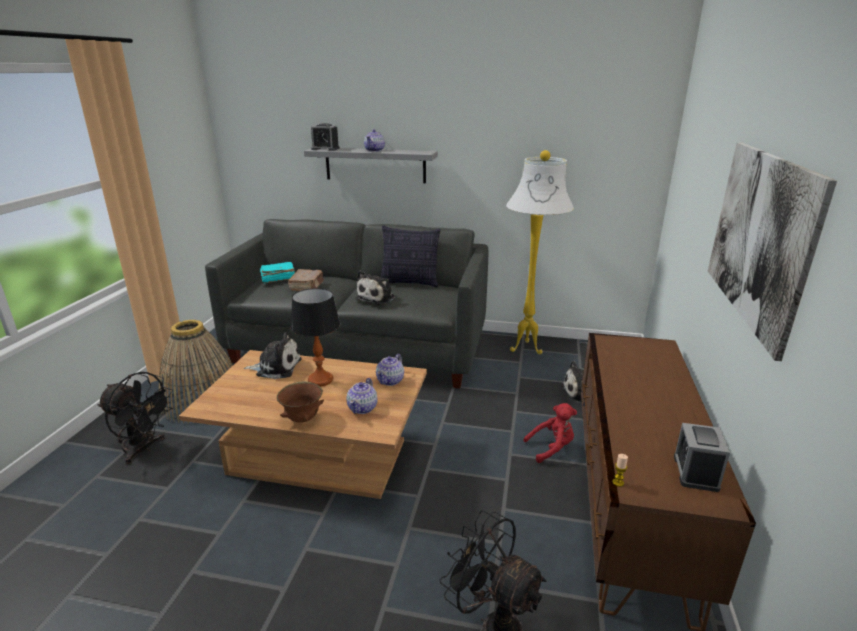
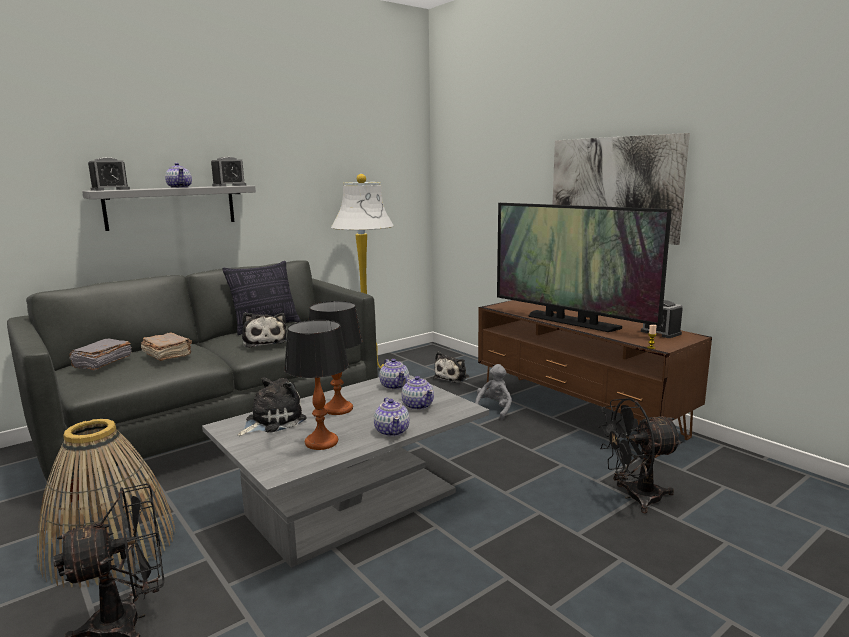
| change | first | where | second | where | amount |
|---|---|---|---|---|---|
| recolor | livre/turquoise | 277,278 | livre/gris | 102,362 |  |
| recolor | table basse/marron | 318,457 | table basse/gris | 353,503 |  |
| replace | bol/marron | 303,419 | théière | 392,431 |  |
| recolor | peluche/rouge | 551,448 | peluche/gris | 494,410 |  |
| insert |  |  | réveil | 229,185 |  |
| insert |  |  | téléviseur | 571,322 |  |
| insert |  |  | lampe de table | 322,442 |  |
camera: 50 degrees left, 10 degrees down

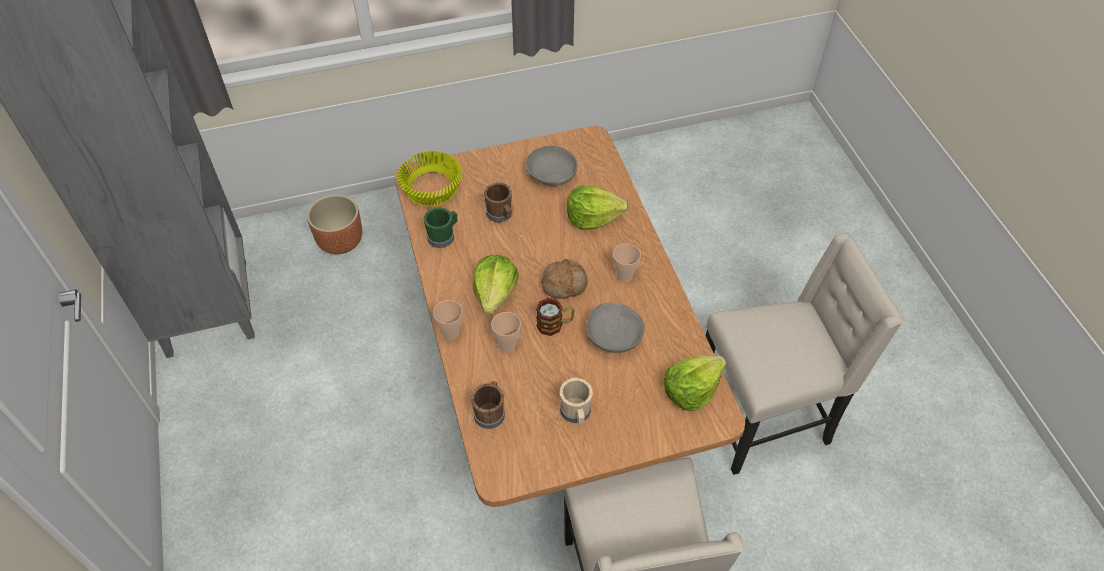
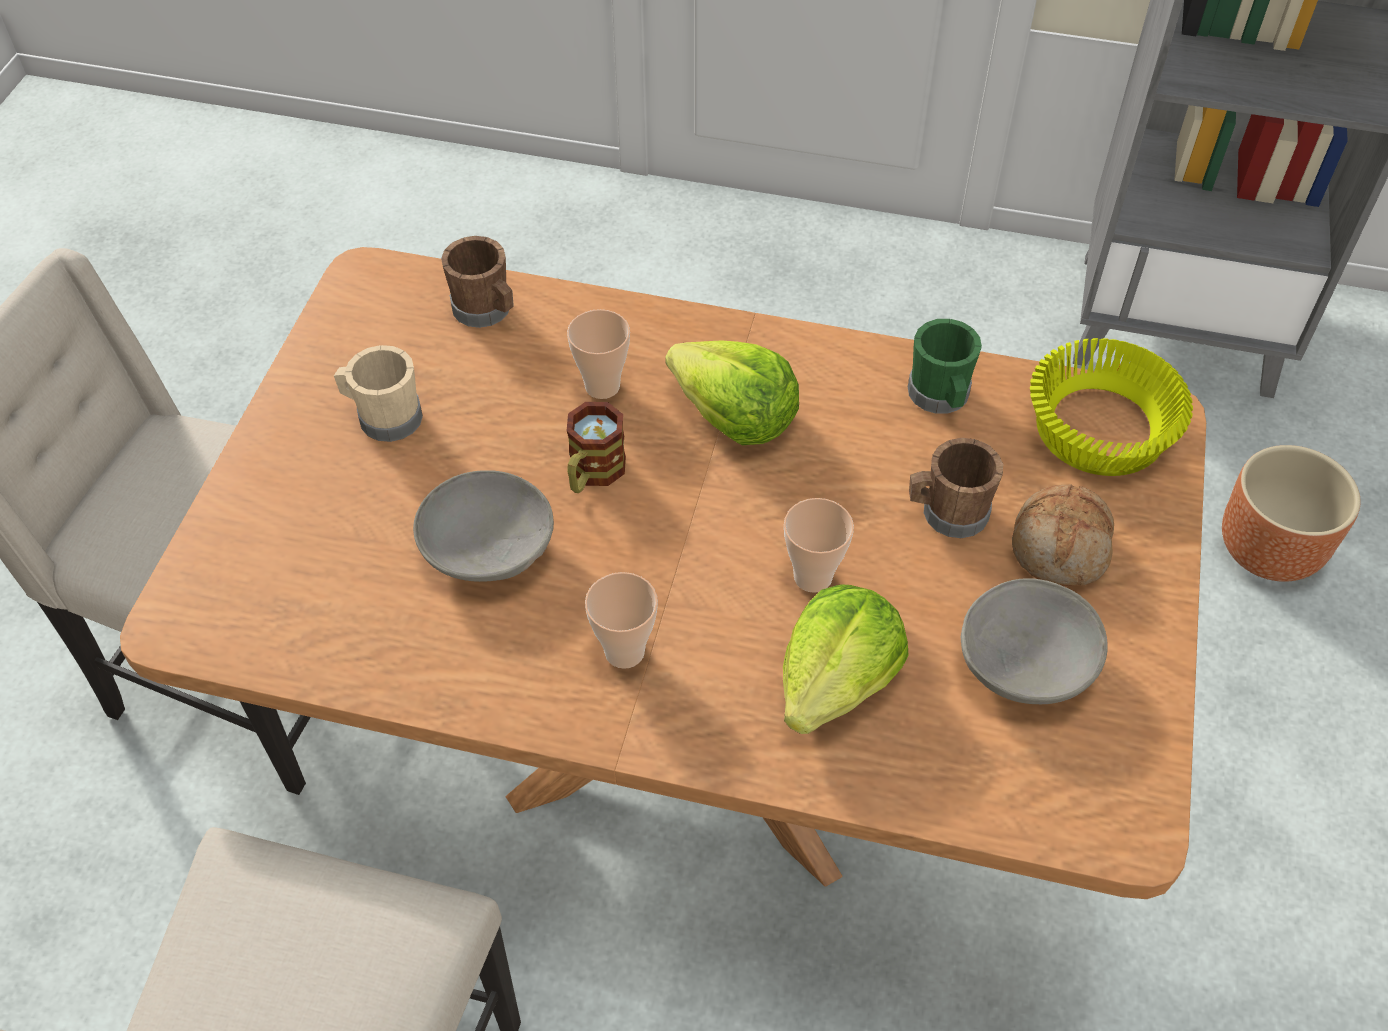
| change | first | where | second | where | amount |
|---|---|---|---|---|---|
| move | pain | 564,283 |  | 1061,547 |  |
| move | tasse | 450,333 |  | 813,577 |  |
| delete | laitue | 691,390 |  |  |  |
camera: 120 degrees right, 0 degrees up

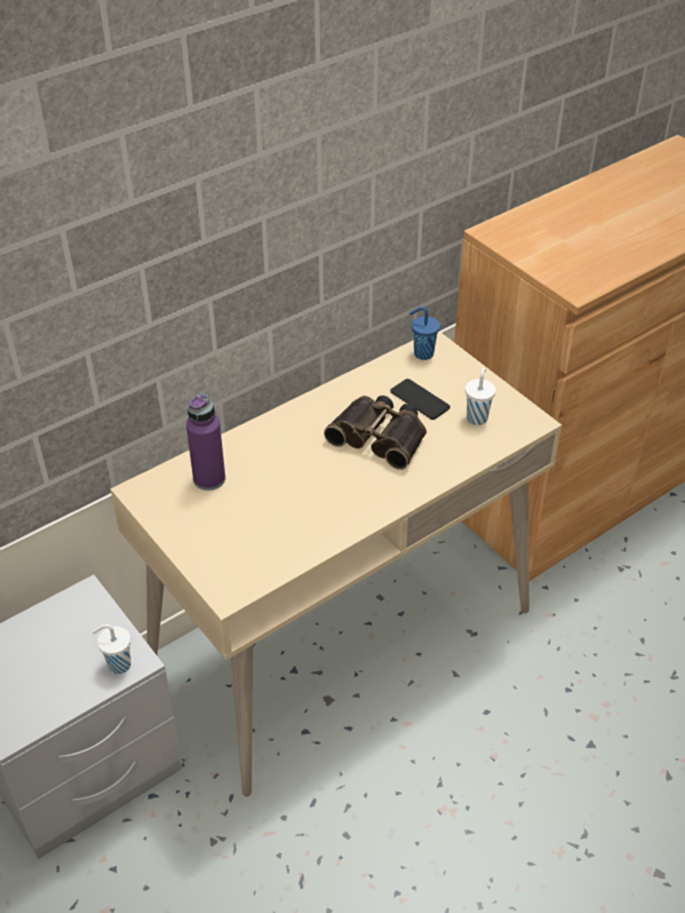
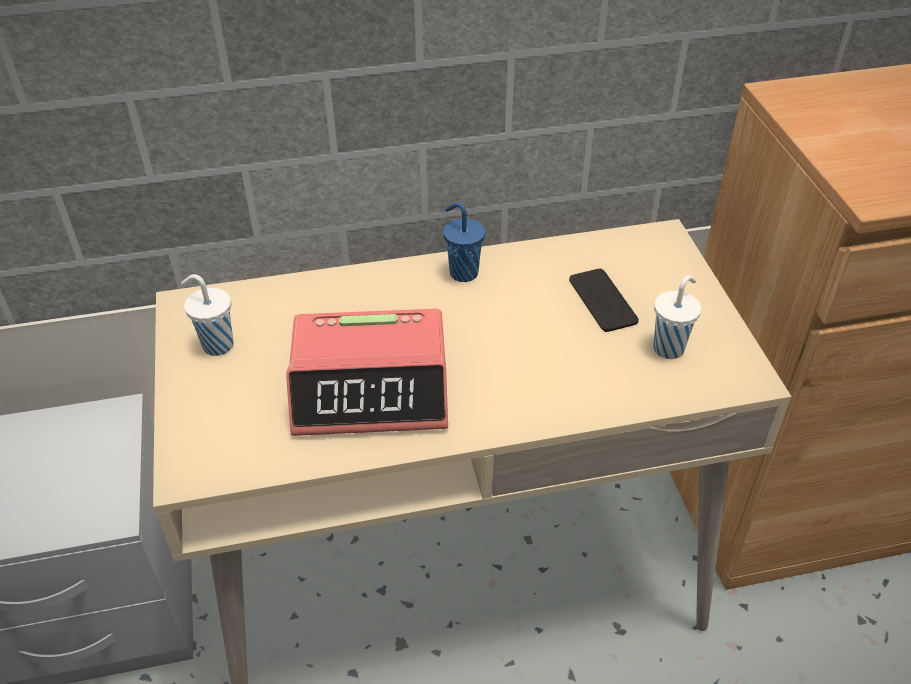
| change | first | where | second | where | amount |
|---|---|---|---|---|---|
| move | tasse/bleu | 422,354 |  | 462,272 |  |
| delete | bouteille/violet | 209,479 |  |  |  |
| delete | jumelles | 380,436 |  |  |  |
| move | tasse/blanc | 118,665 |  | 216,345 |  |
| insert |  |  | réveil | 372,387 |  |
camera: 25 degrees right, 0 degrees up

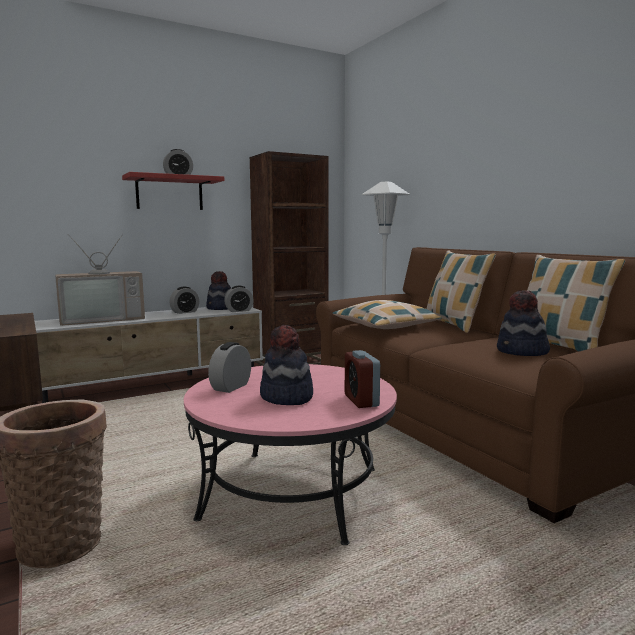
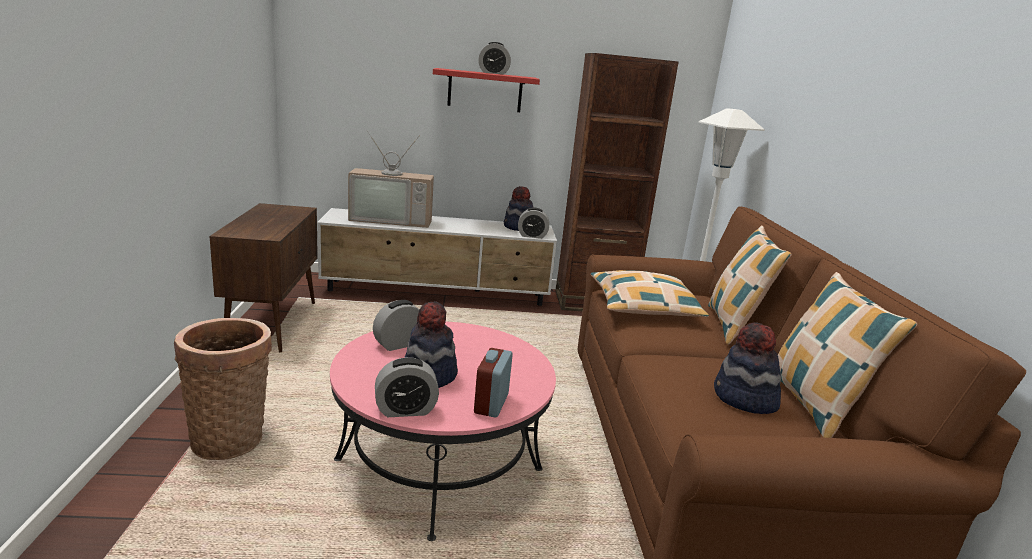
| change | first | where | second | where | amount |
|---|---|---|---|---|---|
| move | réveil | 185,312 |  | 405,410 |  |
camera: 25 degrees right, 10 degrees up

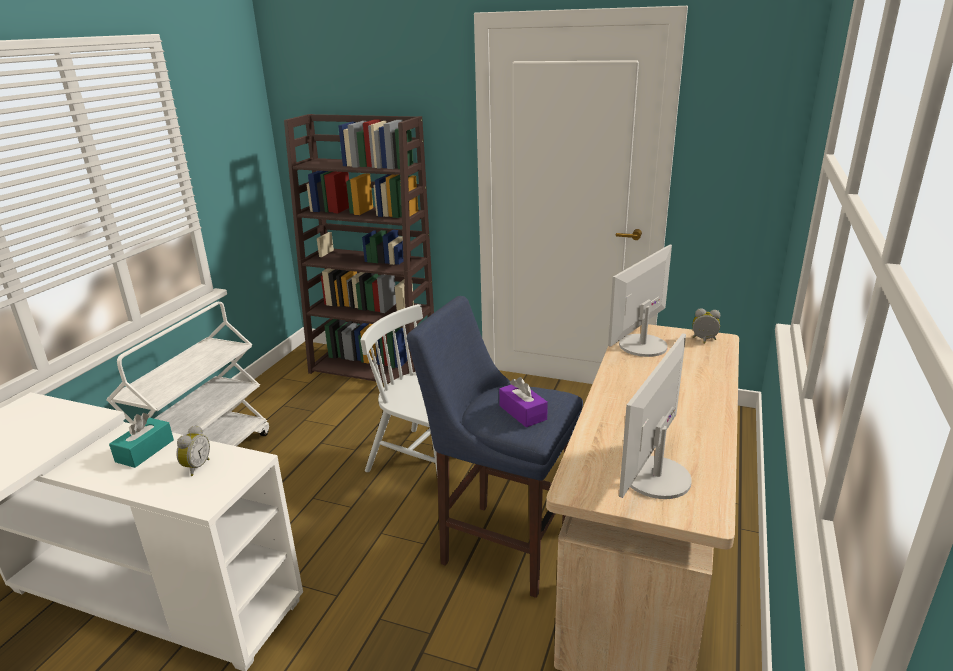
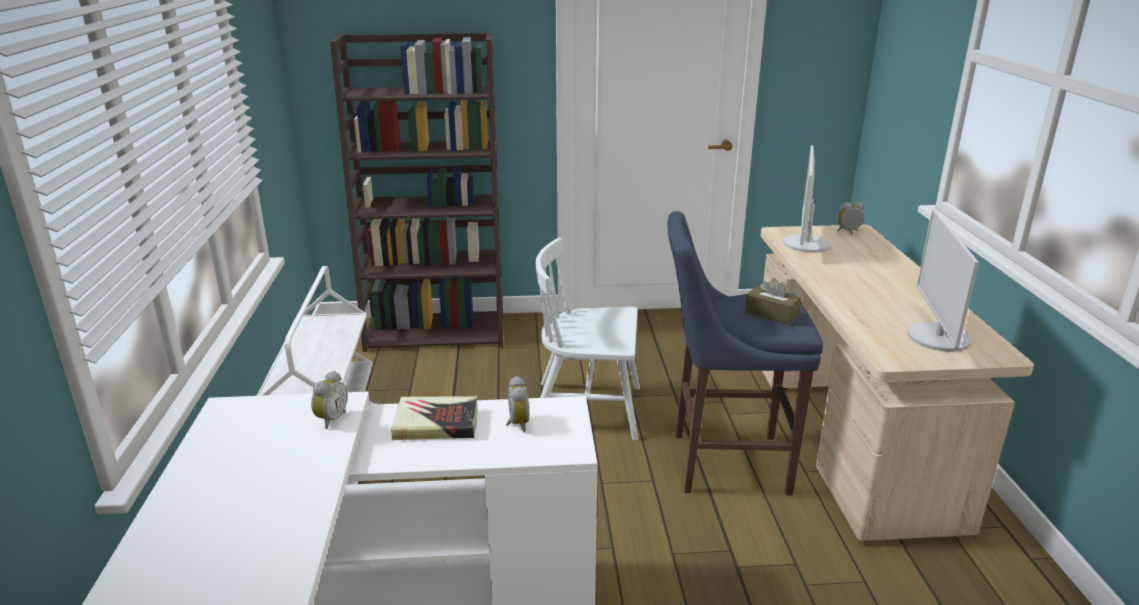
| change | first | where | second | where | amount |
|---|---|---|---|---|---|
| recolor | boîte à mouchoirs/violet | 522,412 | boîte à mouchoirs/marron | 771,314 |  |
| replace | boîte à mouchoirs/turquoise | 145,451 | livre | 436,424 |  |
| insert |  |  | réveil | 330,419 |  |
camera: 25 degrees left, 0 degrees up

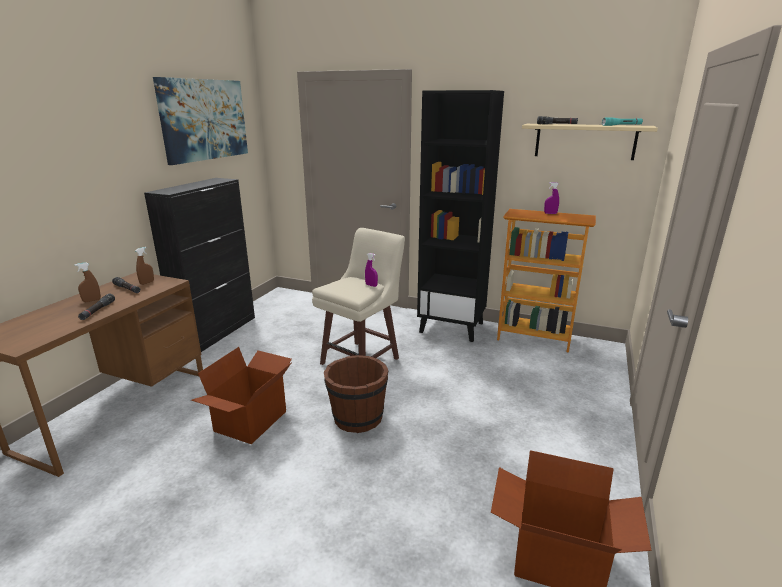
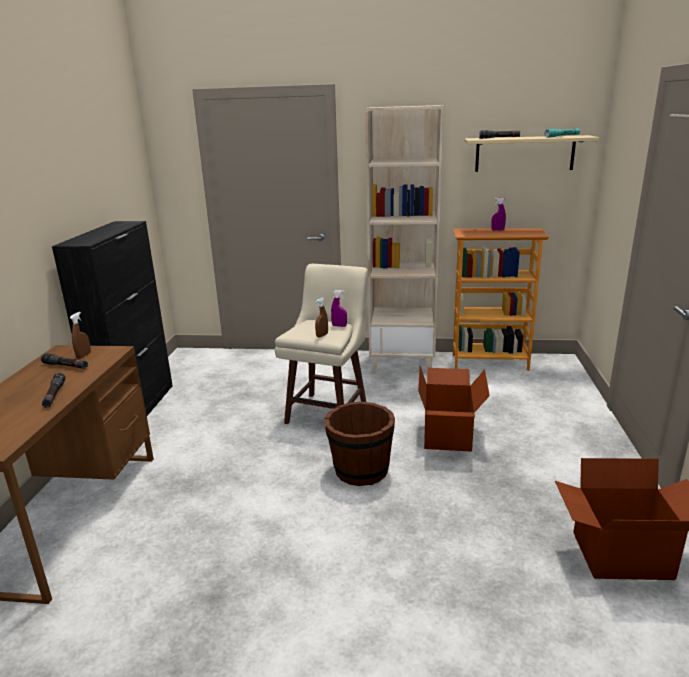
| change | first | where | second | where | amount |
|---|---|---|---|---|---|
| delete | tableau | 204,120 |  |  |  |
| recolor | bibliothèque/noir | 452,327 | bibliothèque/beige | 402,363 |  |
| move | vaporisateur/marron | 92,300 |  | 322,335 |  |
| move | carton | 252,421 |  | 448,435 |  |
camera: 15 degrees left, 0 degrees up

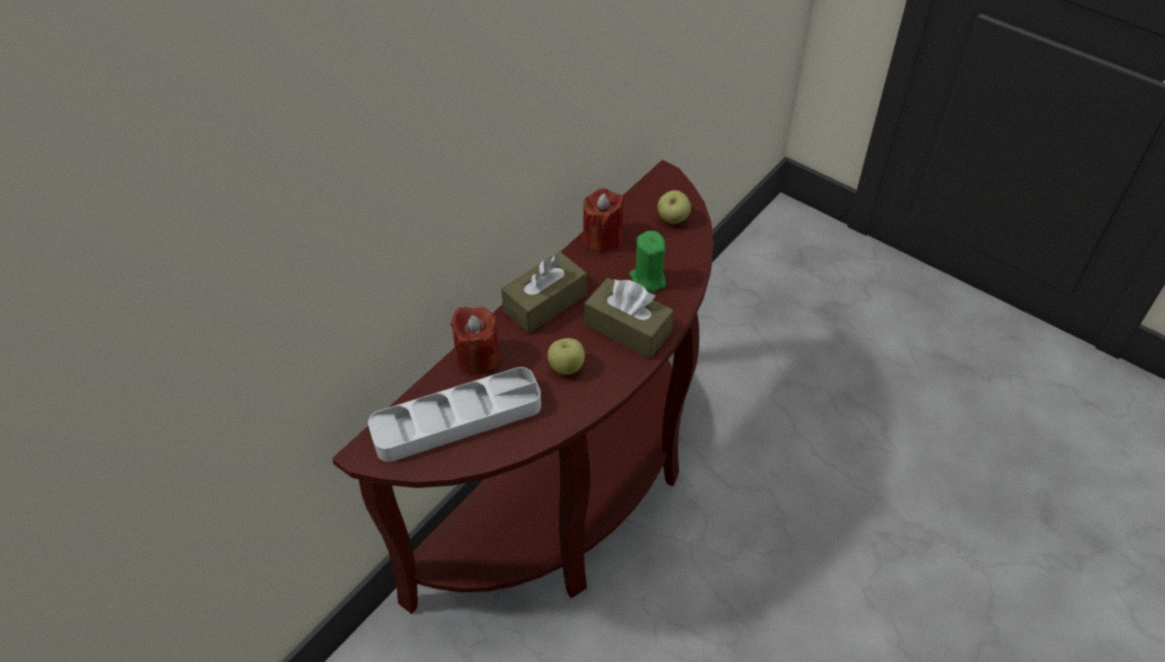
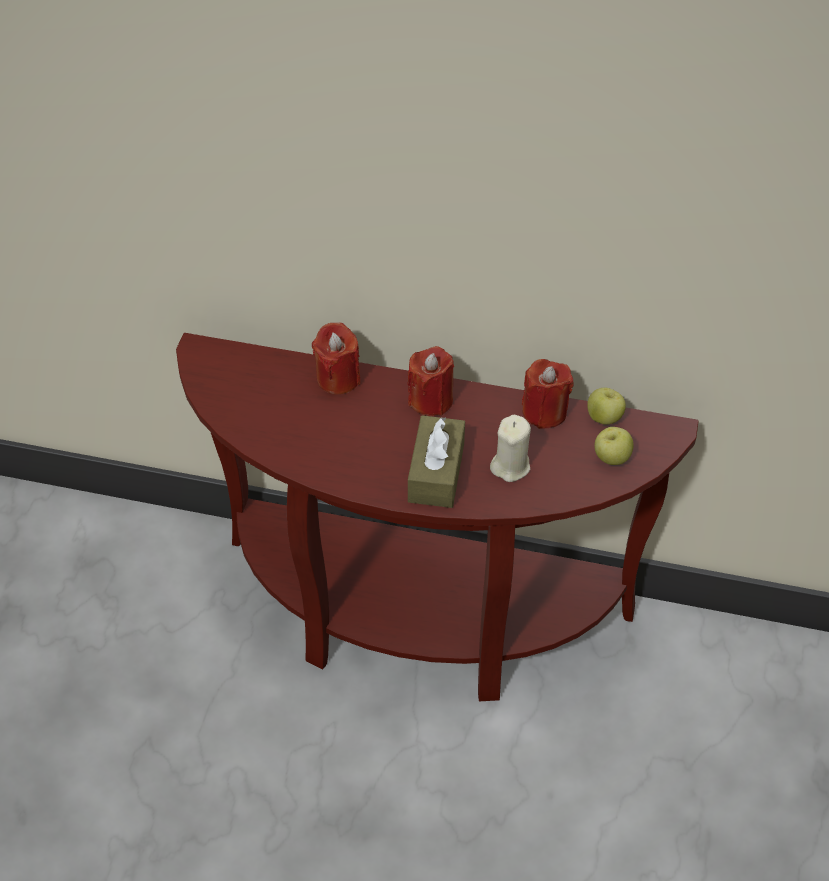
| change | first | where | second | where | amount |
|---|---|---|---|---|---|
| recolor | bougie/vert | 647,280 | bougie/beige | 510,466 |  |
| replace | boîte à mouchoirs/marron | 545,303 | bougie/rouge | 431,400 |  |
| move | pomme | 566,367 |  | 604,418 |  |
| delete | plateau/gris | 457,420 |  |  |  |
camera: 65 degrees right, 0 degrees up

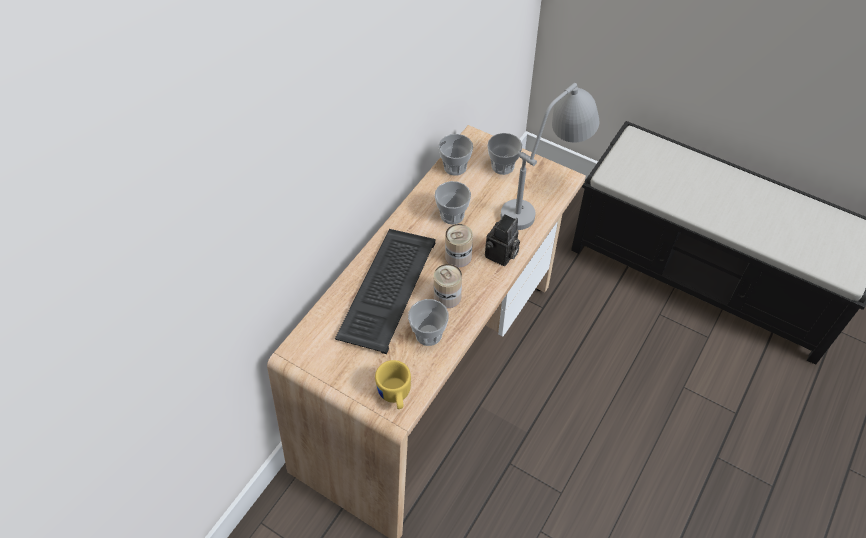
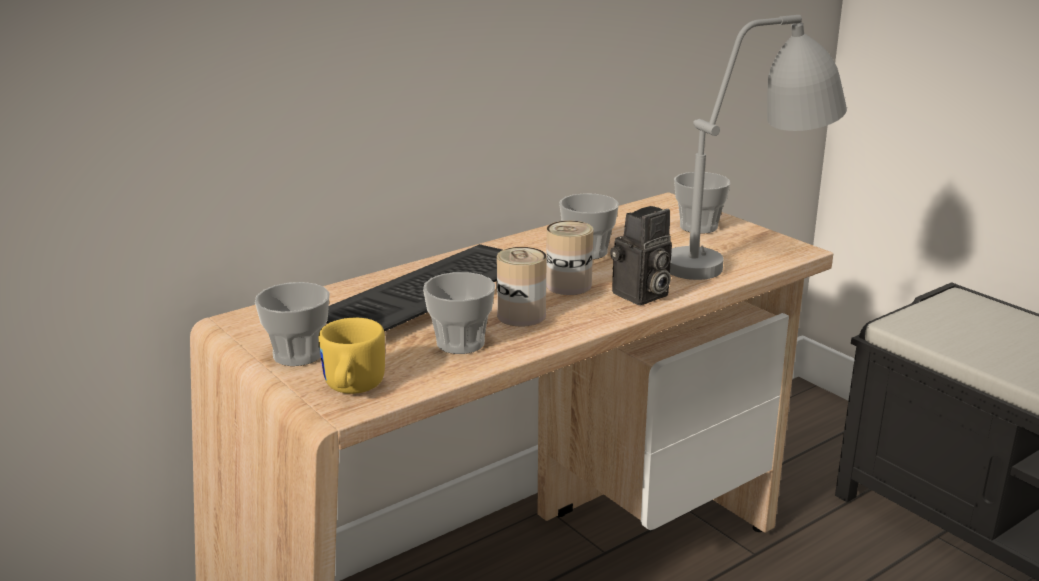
| change | first | where | second | where | amount |
|---|---|---|---|---|---|
| move | tasse | 455,167 |  | 298,354 |  |
camera: 20 degrees right, 30 degrees down

